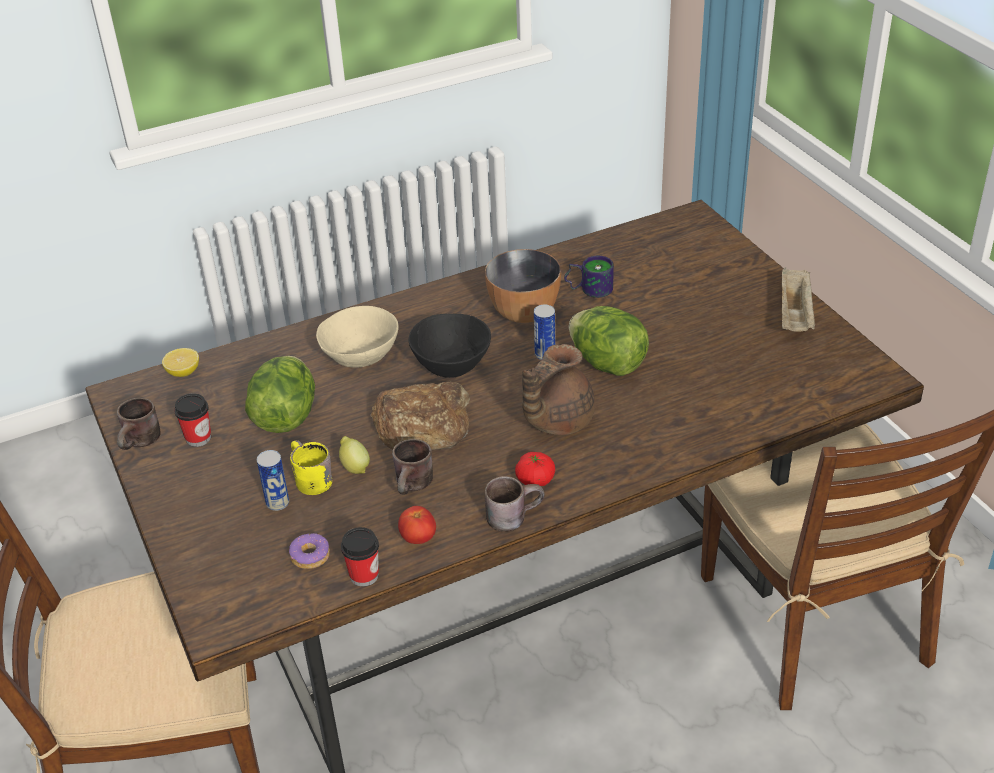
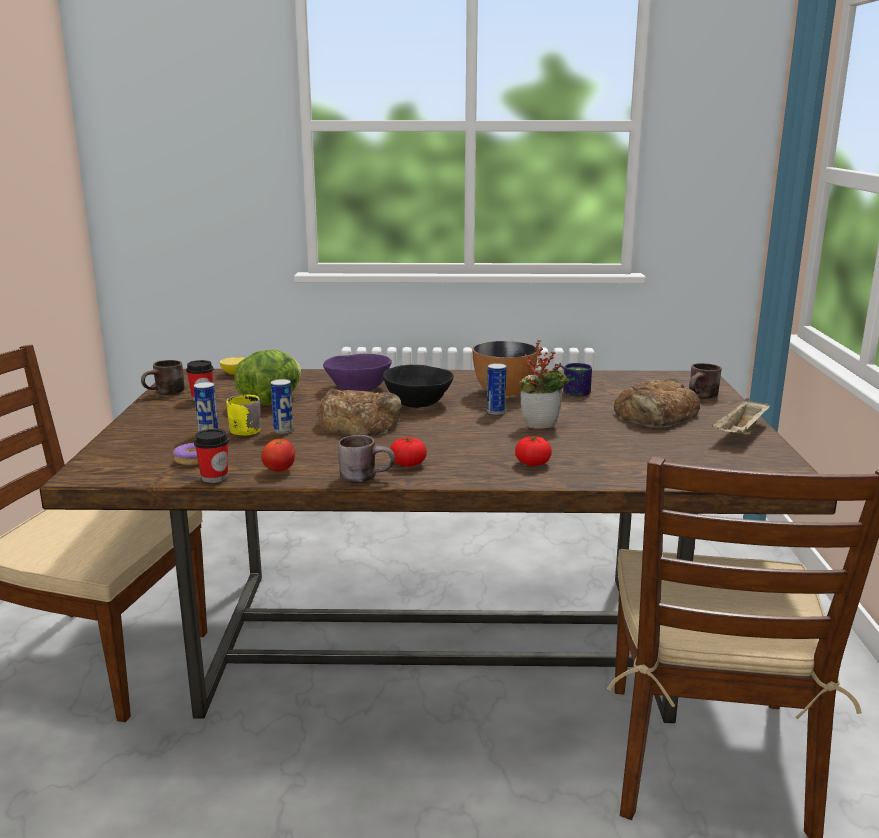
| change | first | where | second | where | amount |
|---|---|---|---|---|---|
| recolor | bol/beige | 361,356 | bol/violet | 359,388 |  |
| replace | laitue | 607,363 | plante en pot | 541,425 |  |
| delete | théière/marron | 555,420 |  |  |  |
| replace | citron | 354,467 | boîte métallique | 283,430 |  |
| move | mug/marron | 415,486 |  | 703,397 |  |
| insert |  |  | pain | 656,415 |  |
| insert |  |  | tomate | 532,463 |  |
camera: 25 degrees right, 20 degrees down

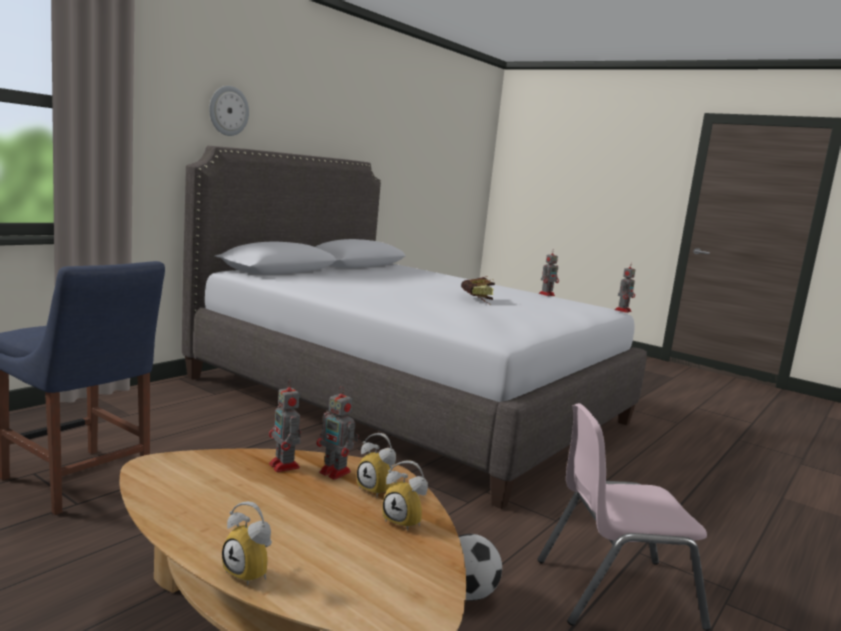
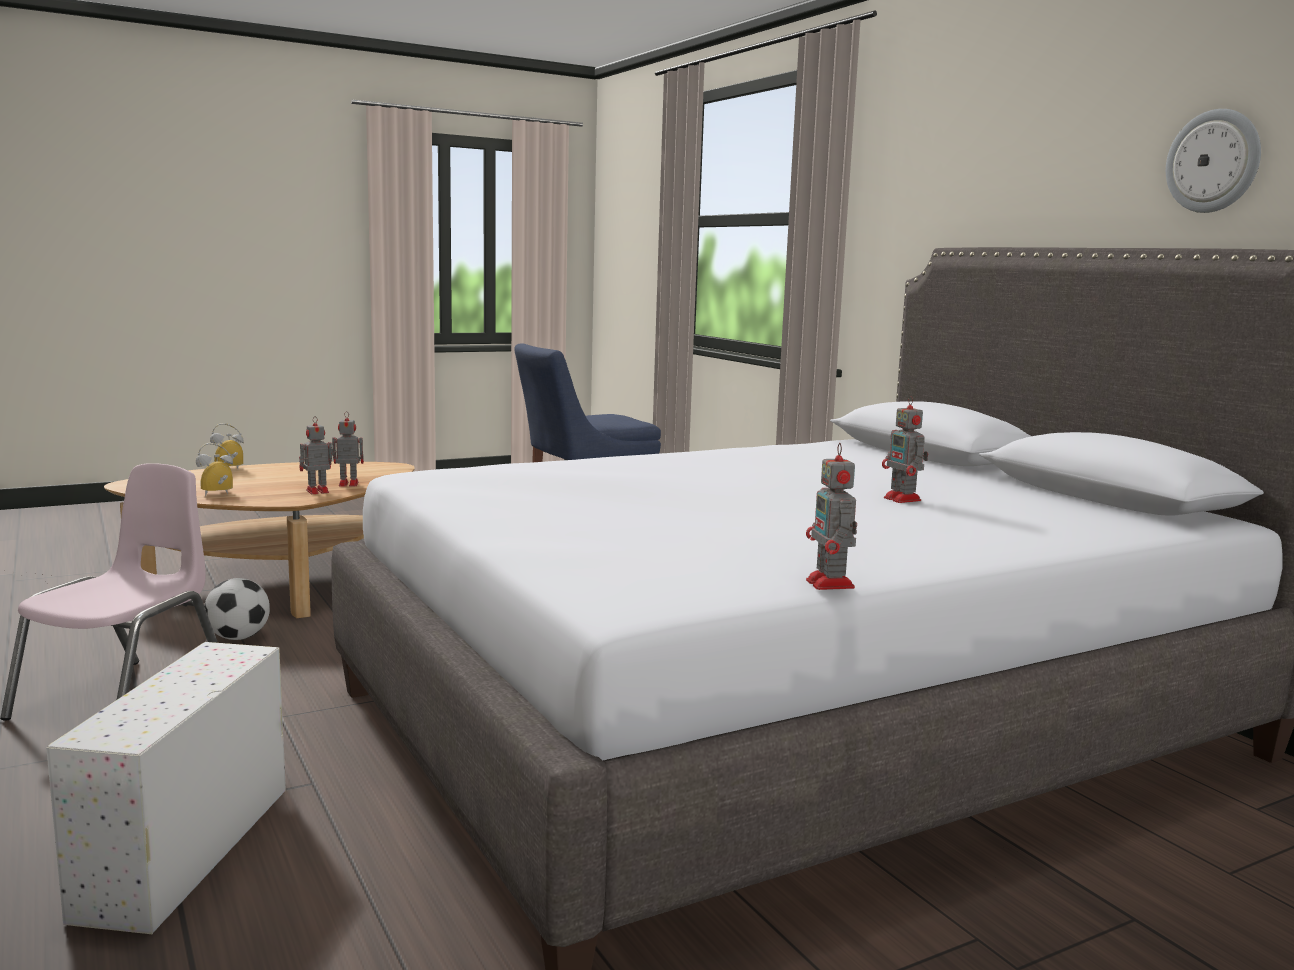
| change | first | where | second | where | amount |
|---|---|---|---|---|---|
| move | horloge murale | 228,111 |  | 1213,161 |  |
| move | robot jouet | 623,310 |  | 903,499 |  |
| delete | livre | 477,300 |  |  |  |
| delete | réveil | 378,489 |  |  |  |
| insert |  |  | boîte de rangement/blanc | 185,852 |  |
camera: 115 degrees right, 0 degrees up

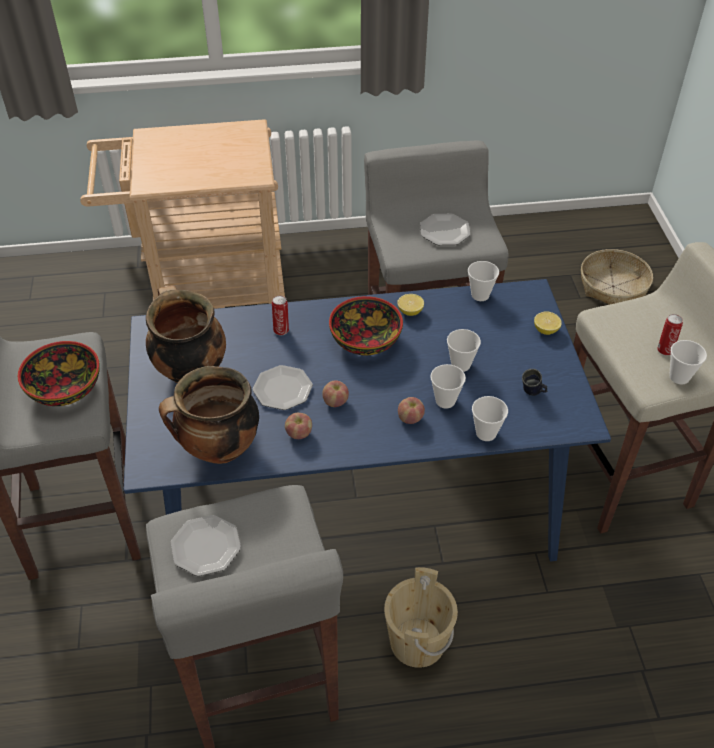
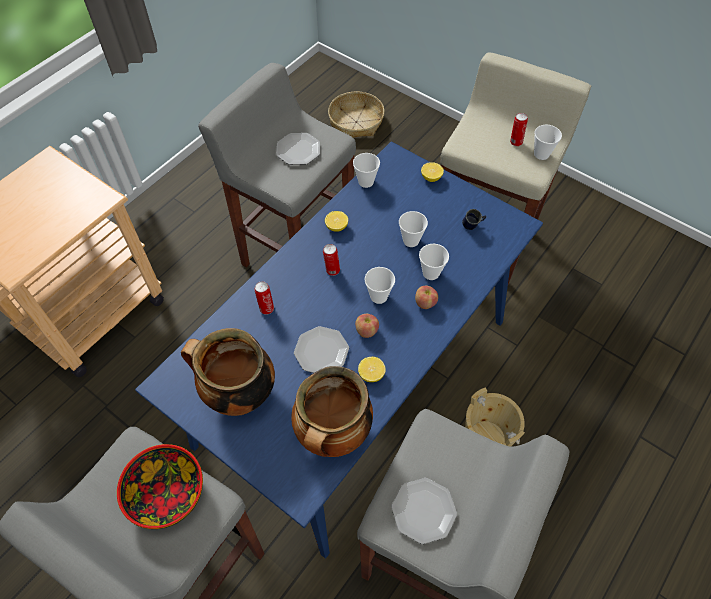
| change | first | where | second | where | amount |
|---|---|---|---|---|---|
| replace | bol | 365,340 | boîte métallique | 332,270 |  |
| move | tasse | 486,433 |  | 378,296 |  |
| replace | pomme | 299,434 | citron | 371,374 |  |
camera: 45 degrees left, 10 degrees up

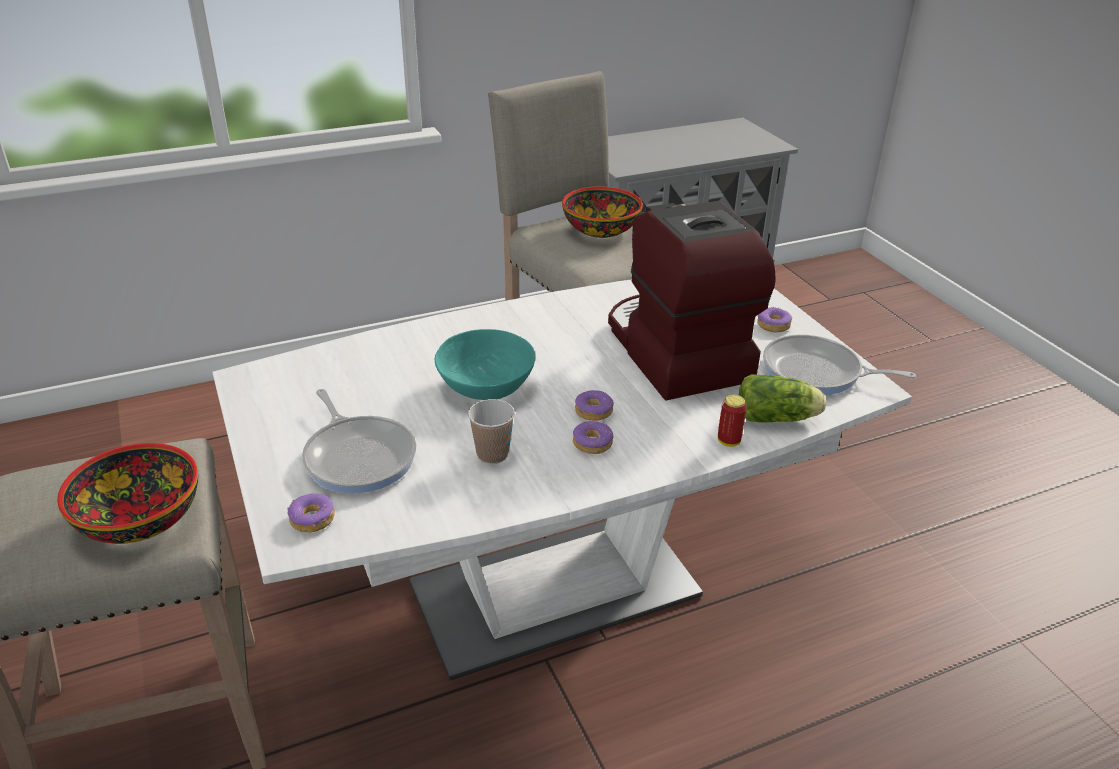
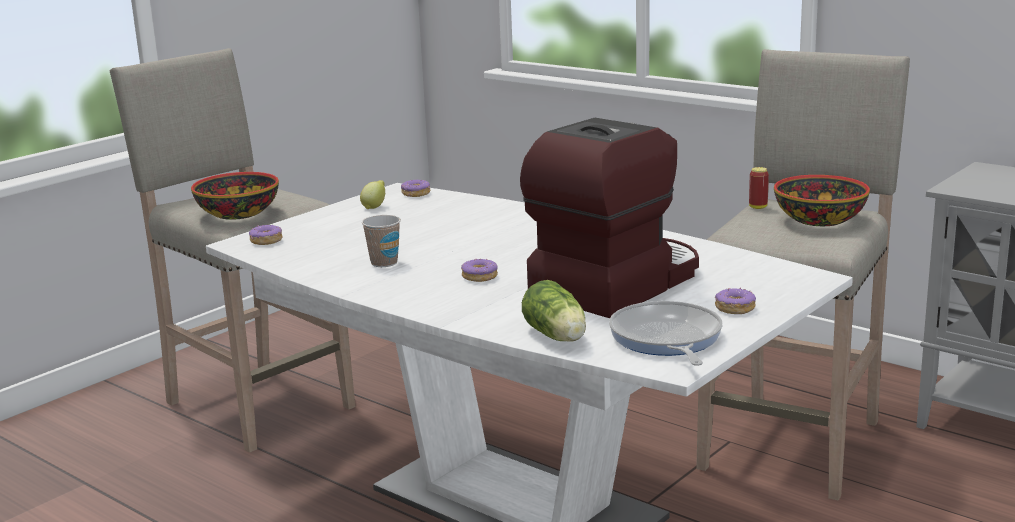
| change | first | where | second | where | amount |
|---|---|---|---|---|---|
| delete | bol/turquoise | 486,387 |  |  |  |
| delete | poêle | 359,456 |  |  |  |
| move | boîte métallique | 728,441 |  | 758,207 |  |
| move | beignet | 592,443 |  | 416,194 |  |
| insert |  |  | citron | 374,207 |  |
camera: 65 degrees right, 15 degrees down

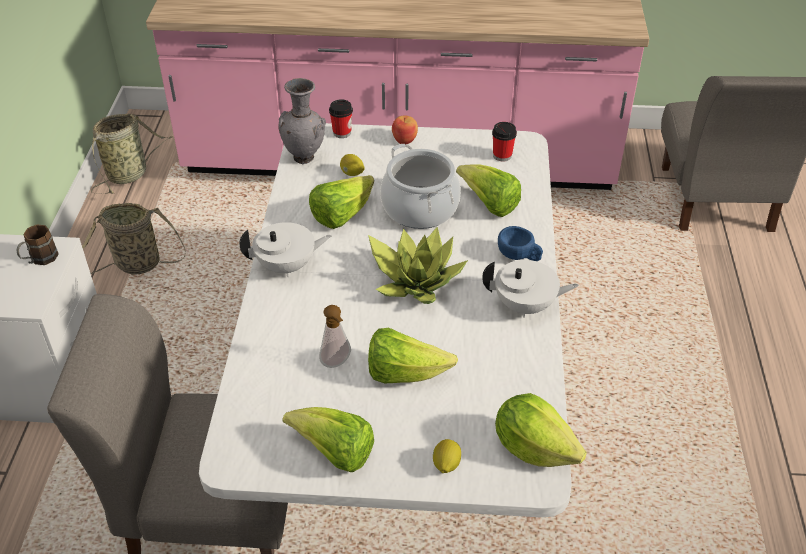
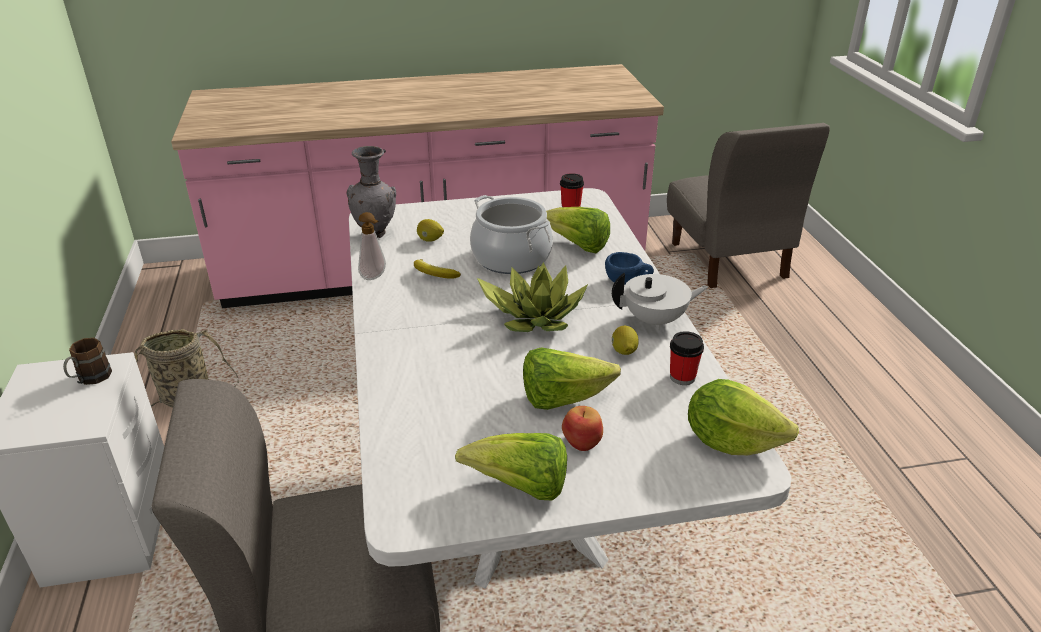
| change | first | where | second | where | amount |
|---|---|---|---|---|---|
| move | tasse | 342,133 |  | 682,377 |  |
| delete | panier | 129,174 |  |  |  |
| move | pomme | 405,139 |  | 582,441 |  |
| replace | laitue | 341,215 | banane | 434,274 |  |
| delete | théière/blanc | 287,266 |  |  |  |
| move | distributeur de savon | 337,363 |  | 375,277 |  |
| move | citron | 446,464 |  | 624,351 |  |
camera: 15 degrees left, 10 degrees down

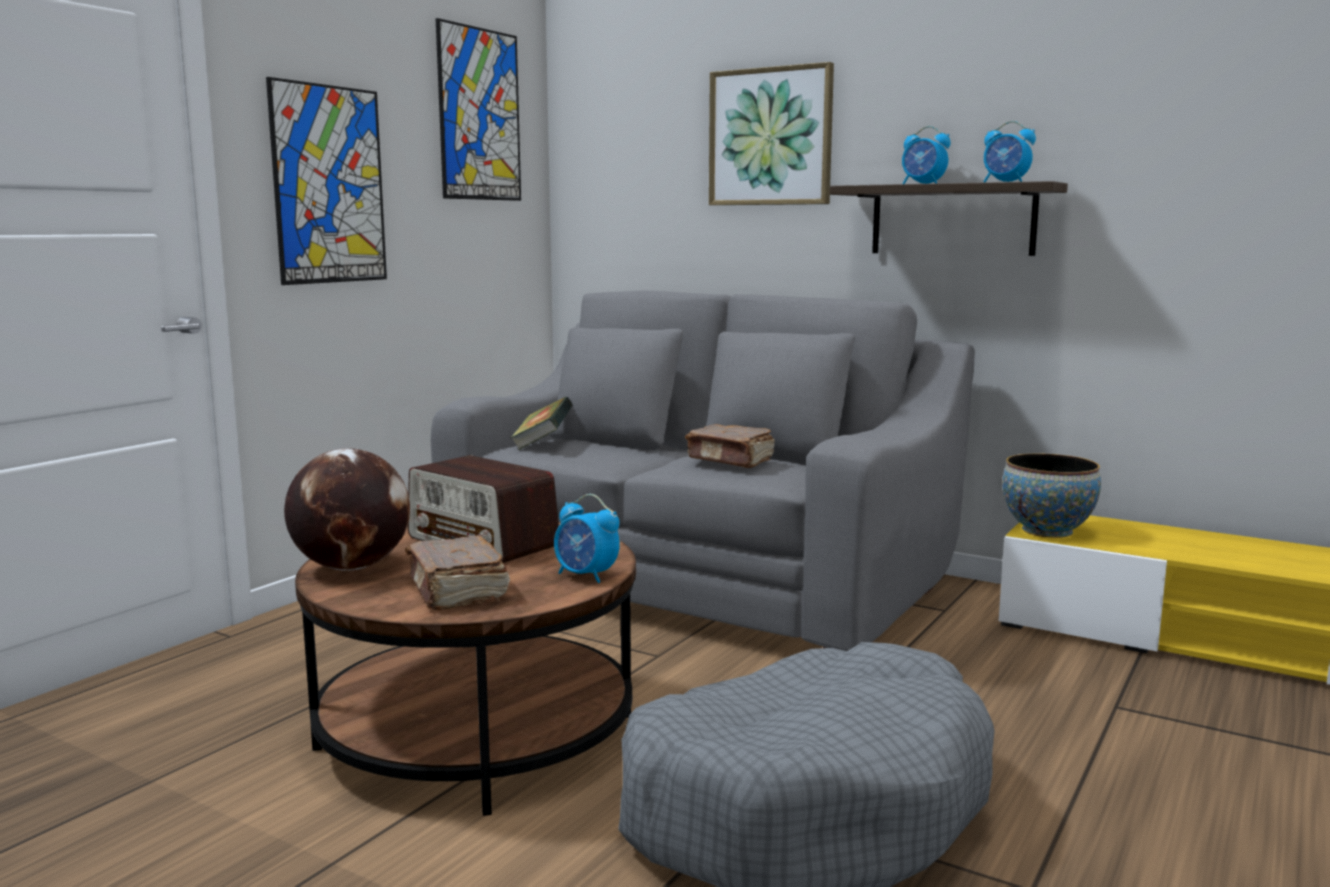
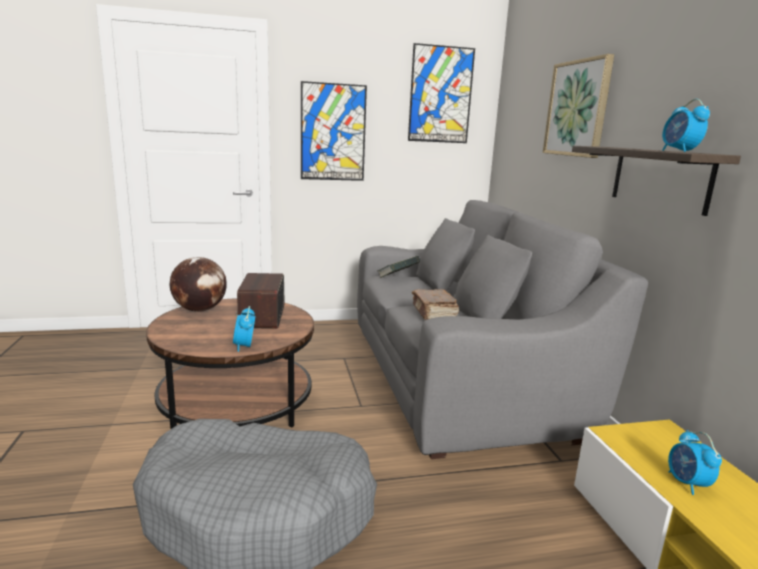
| change | first | where | second | where | amount |
|---|---|---|---|---|---|
| move | réveil | 923,184 |  | 687,483 |  |
| delete | bol | 1047,531 |  |  |  |
| delete | livre/marron | 457,591 |  |  |  |
camera: 45 degrees right, 5 degrees up

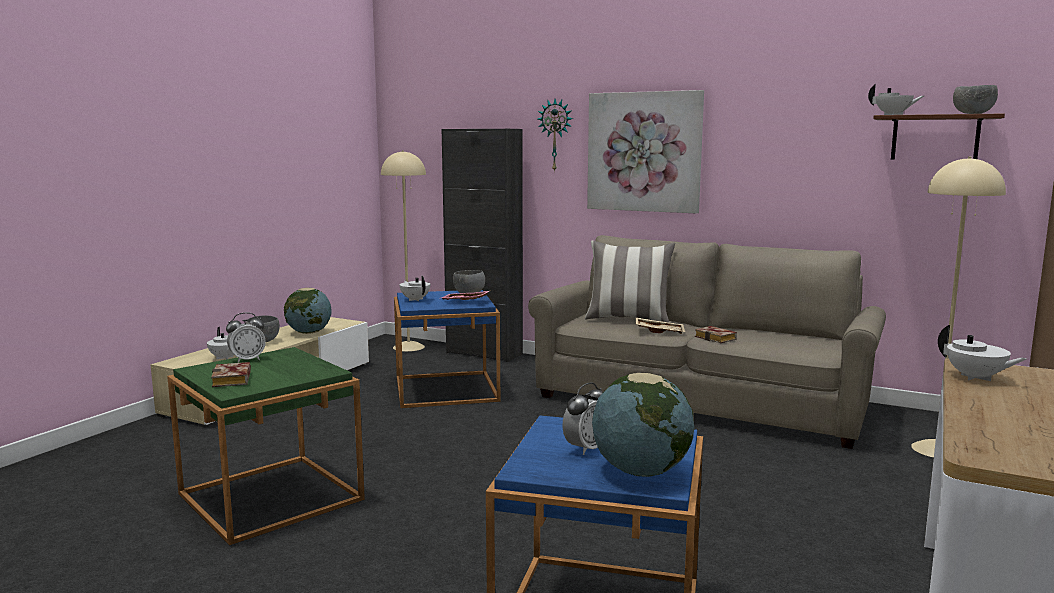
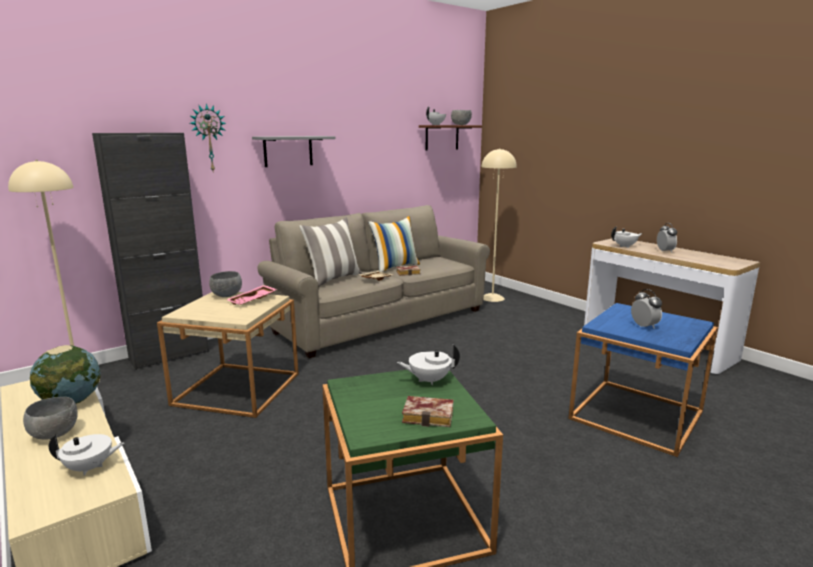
| change | first | where | second | where | amount |
|---|---|---|---|---|---|
| replace | tableau | 644,152 | étagère/gris | 288,151 |  |
| move | théière/blanc | 415,299 |  | 429,380 |  |
| recolor | table d'appoint/bleu | 446,389 | table d'appoint/beige | 237,389 |  |
| move | réveil | 247,360 |  | 665,251 |  |
| delete | globe | 640,471 |  |  |  |
| insert |  |  | coussin | 395,266 |  |
camera: 65 degrees left, 5 degrees up

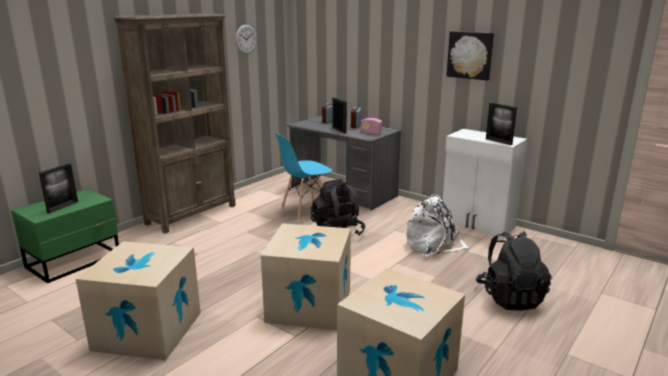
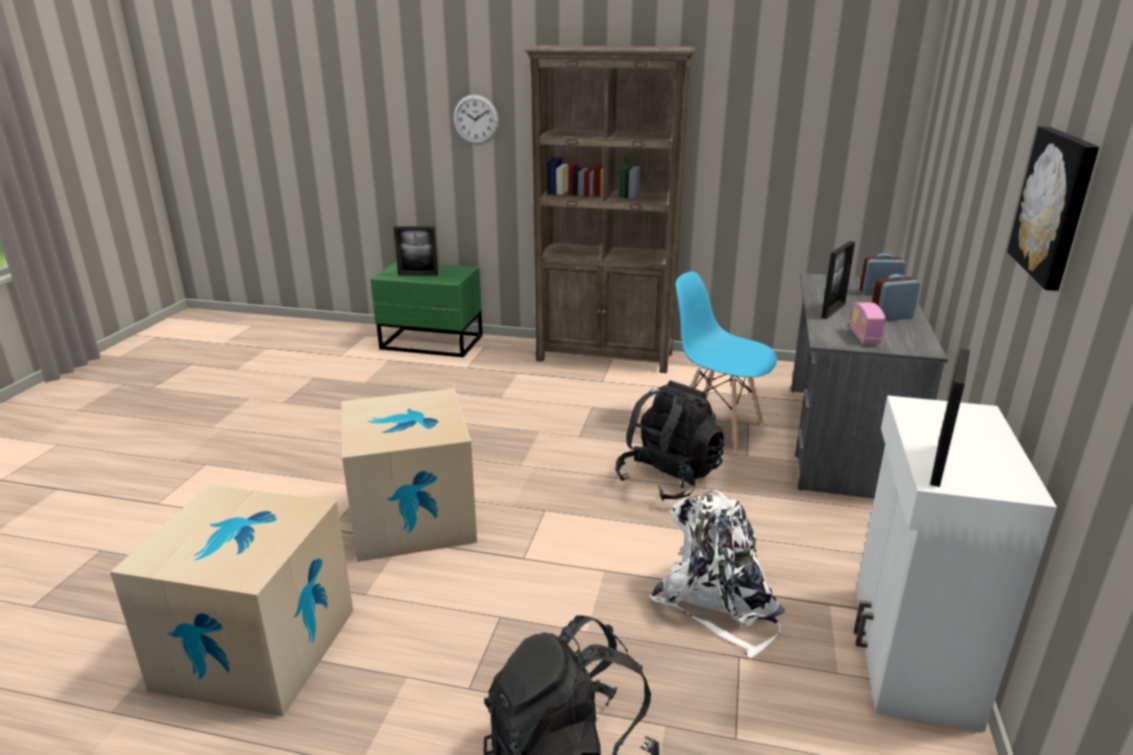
| change | first | where | second | where | amount |
|---|---|---|---|---|---|
| move | horloge murale | 246,39 |  | 476,119 |  |
| delete | carton | 148,331 |  |  |  |
camera: 65 degrees right, 5 degrees up

